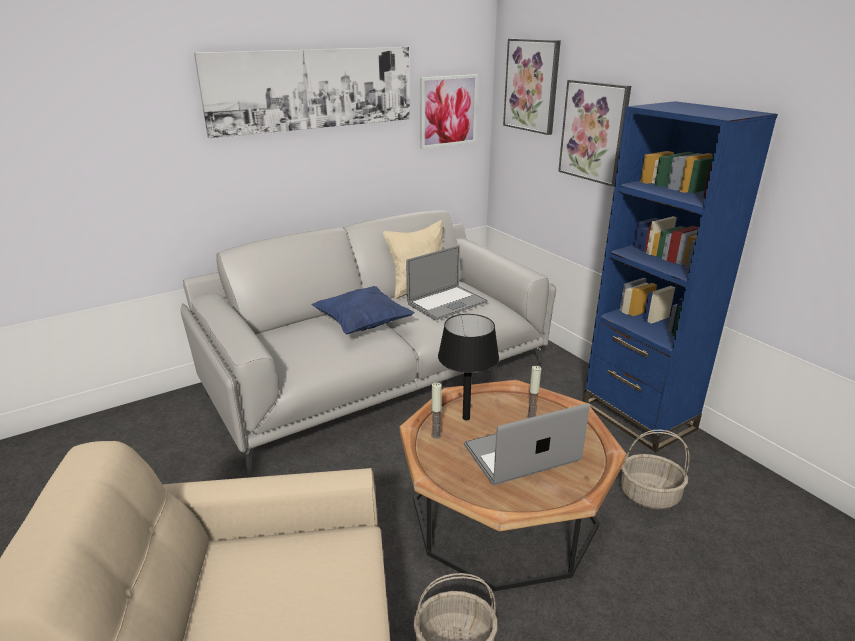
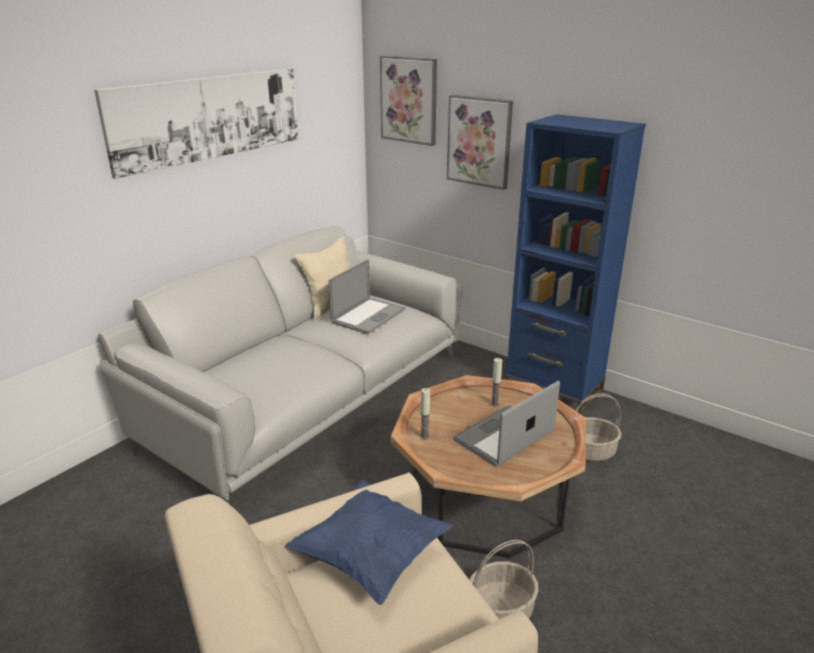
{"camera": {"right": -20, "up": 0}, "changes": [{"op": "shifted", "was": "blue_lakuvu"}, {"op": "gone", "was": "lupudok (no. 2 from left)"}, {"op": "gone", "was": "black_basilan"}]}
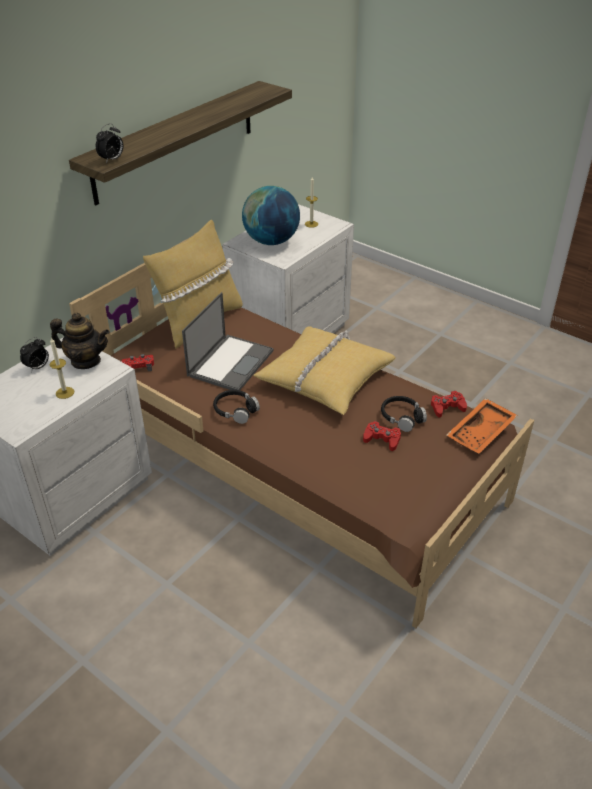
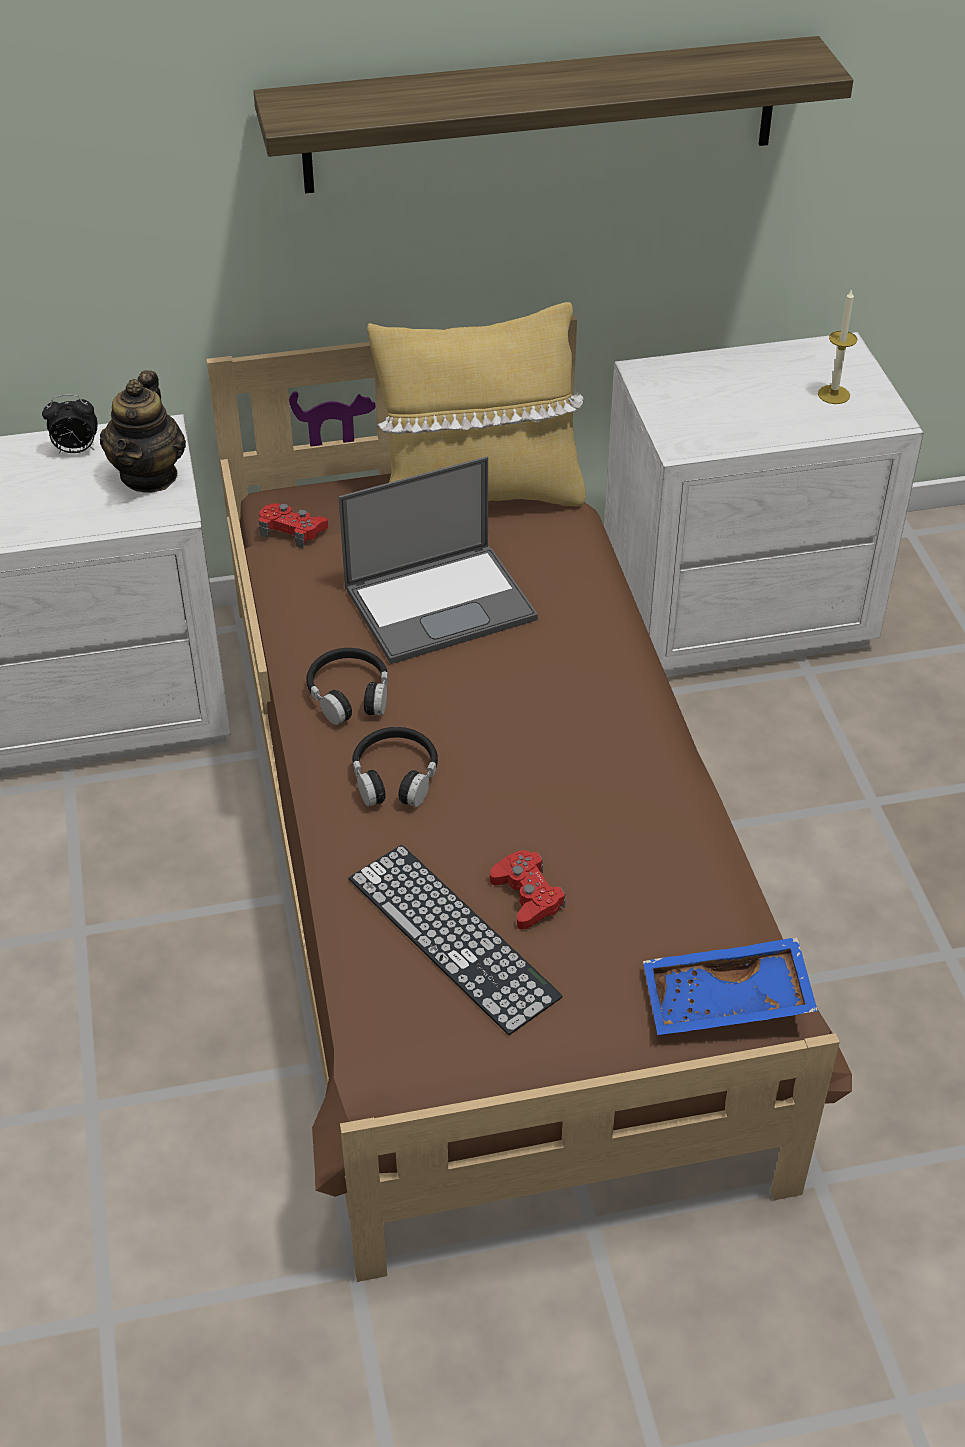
{"camera": {"right": 40, "up": 5}, "changes": [{"op": "rotated", "was": "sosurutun", "clockwise": 45}, {"op": "new", "now": "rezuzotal"}, {"op": "shifted", "was": "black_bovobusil (no. 2 from left)"}, {"op": "repainted", "was": "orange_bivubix", "now": "blue_bivubix"}, {"op": "gone", "was": "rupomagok (no. 1 from left)"}, {"op": "gone", "was": "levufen (no. 2 from left)"}, {"op": "gone", "was": "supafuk"}, {"op": "gone", "was": "yellow_lakuvu (no. 2 from left)"}, {"op": "gone", "was": "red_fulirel (no. 3 from left)"}]}
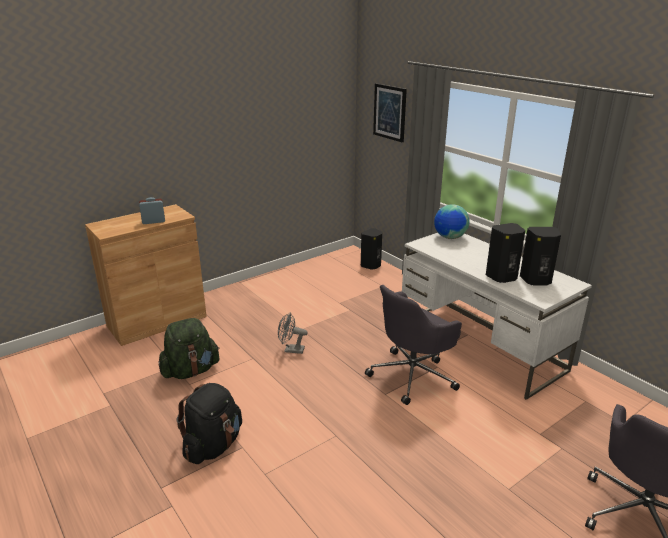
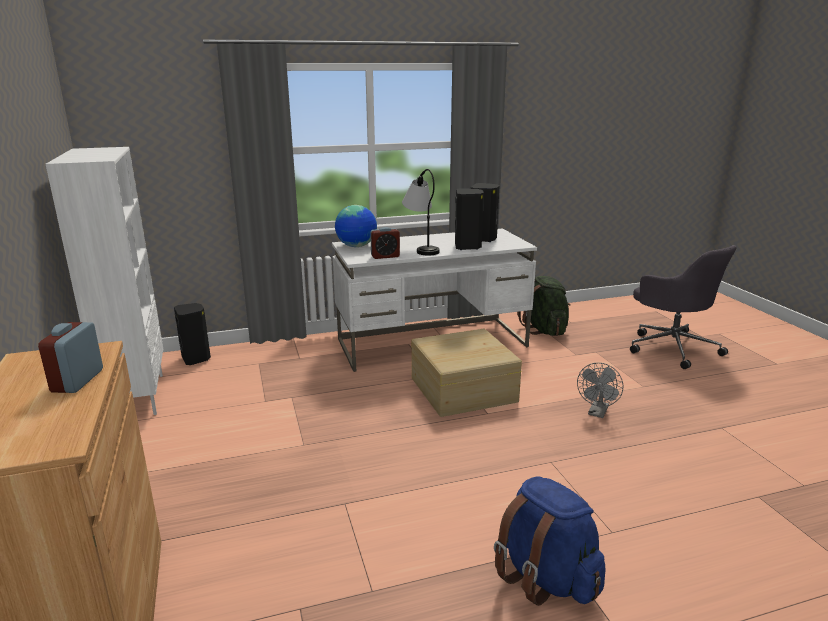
{"camera": {"right": -70, "up": -5}, "changes": [{"op": "new", "now": "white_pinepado"}, {"op": "new", "now": "levufen (no. 2 from left)"}, {"op": "new", "now": "basilan"}, {"op": "swapped", "was": "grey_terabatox (no. 1 from left)", "now": "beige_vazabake"}, {"op": "repainted", "was": "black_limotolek", "now": "blue_limotolek"}, {"op": "shifted", "was": "green_limotolek"}, {"op": "shifted", "was": "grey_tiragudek"}, {"op": "gone", "was": "lupudok"}]}
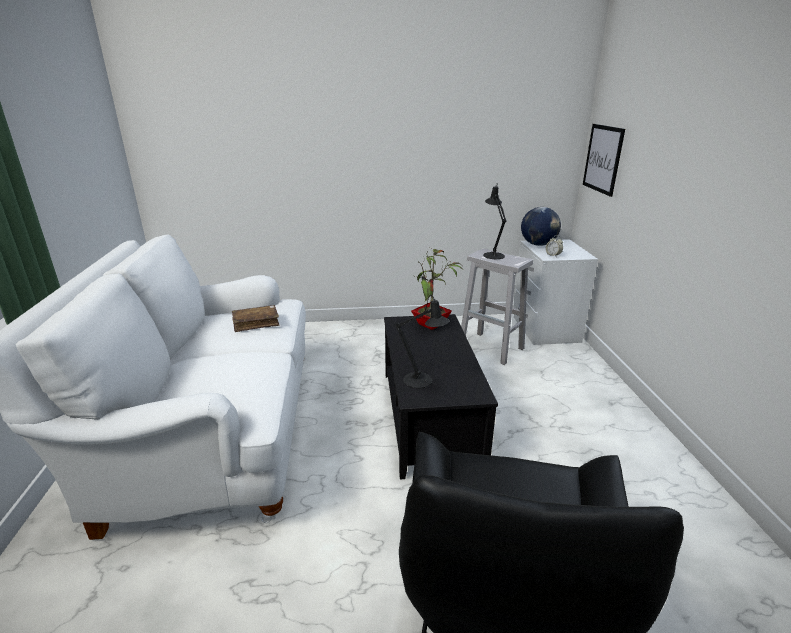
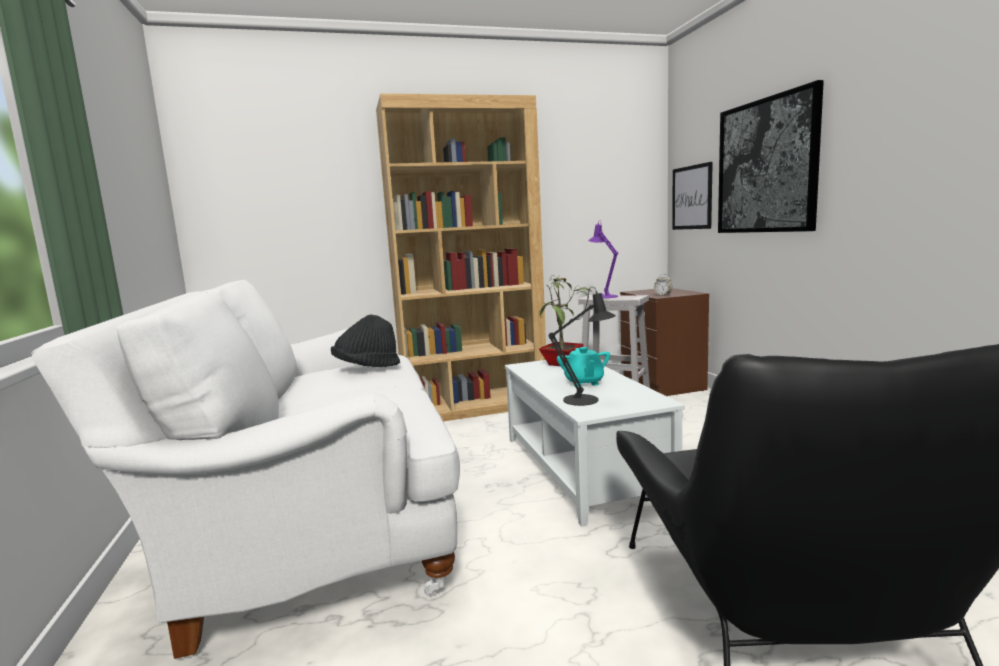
{"camera": {"right": -10, "up": -15}, "changes": [{"op": "swapped", "was": "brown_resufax", "now": "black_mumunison"}, {"op": "new", "now": "brown_pinepado"}, {"op": "repainted", "was": "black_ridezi", "now": "white_ridezi"}, {"op": "new", "now": "turquoise_sosurutun"}, {"op": "repainted", "was": "black_basilan (no. 2 from left)", "now": "purple_basilan"}, {"op": "repainted", "was": "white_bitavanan", "now": "brown_bitavanan"}, {"op": "new", "now": "lupudok (no. 2 from left)"}, {"op": "gone", "was": "supafuk"}]}
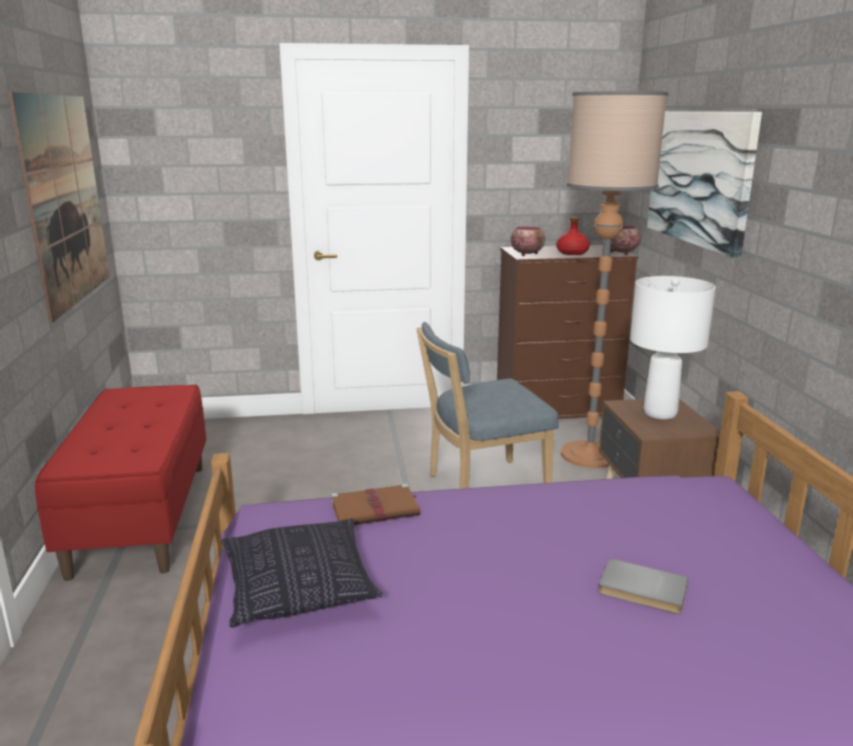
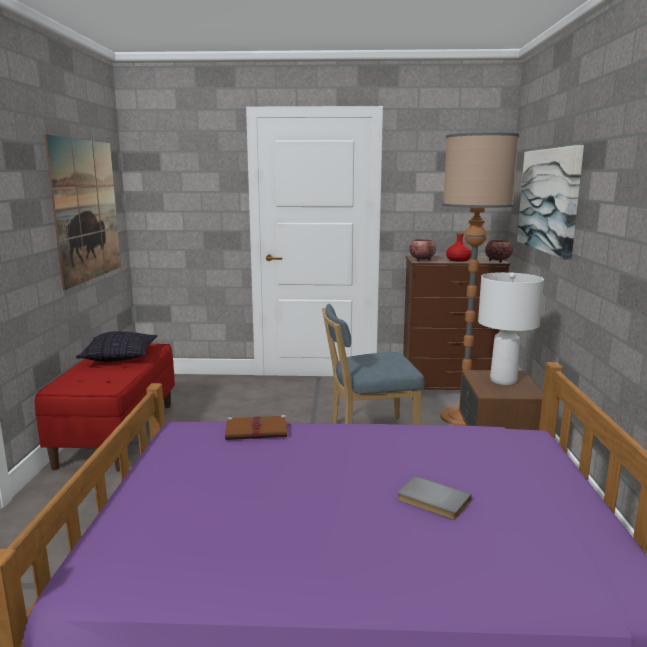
{"camera": {"right": 10, "up": -5}, "changes": [{"op": "shifted", "was": "lakuvu"}]}
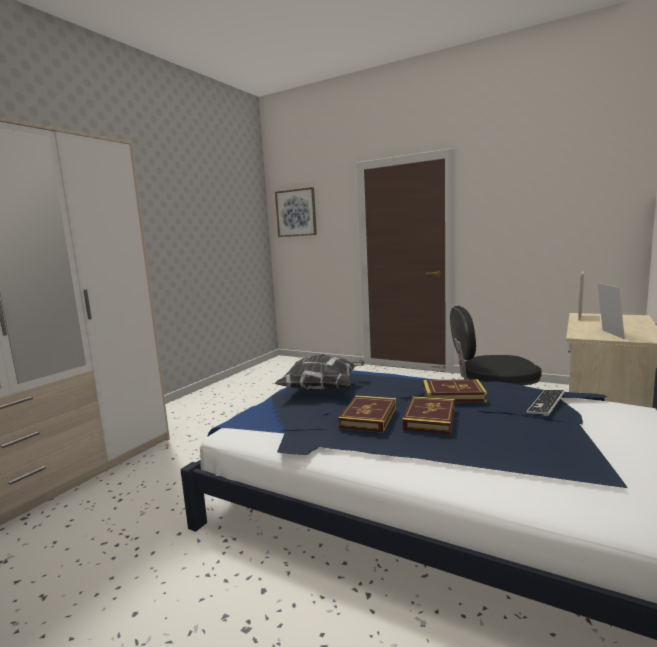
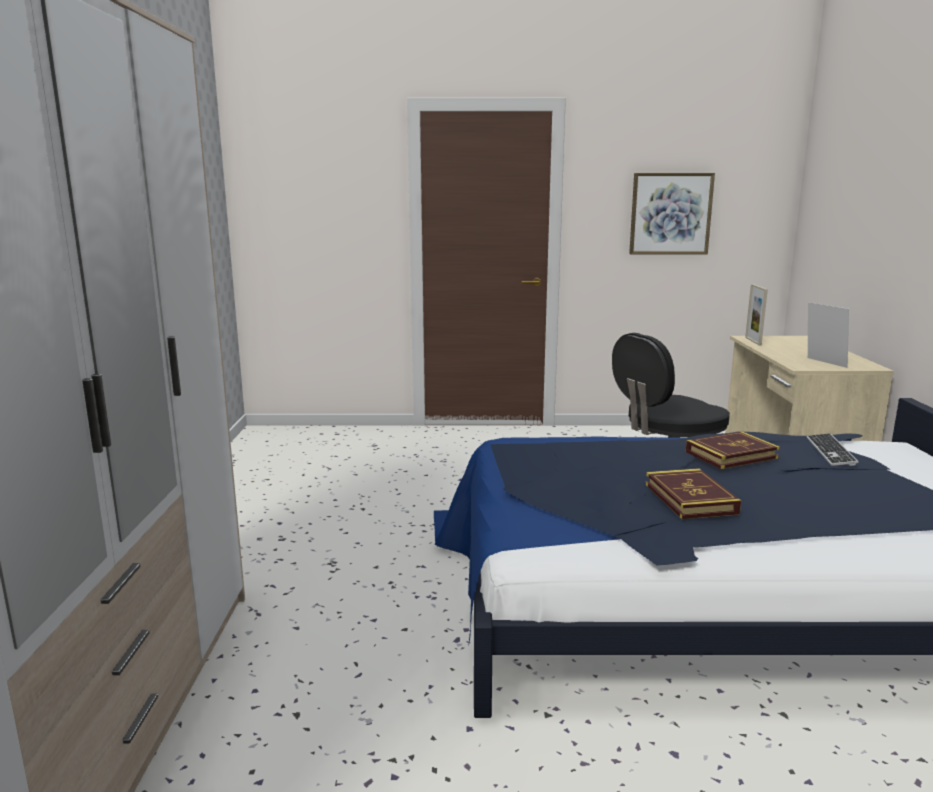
{"camera": {"right": -30, "up": 5}, "changes": [{"op": "shifted", "was": "lupudok"}, {"op": "gone", "was": "lakuvu"}, {"op": "gone", "was": "resufax (no. 2 from left)"}]}
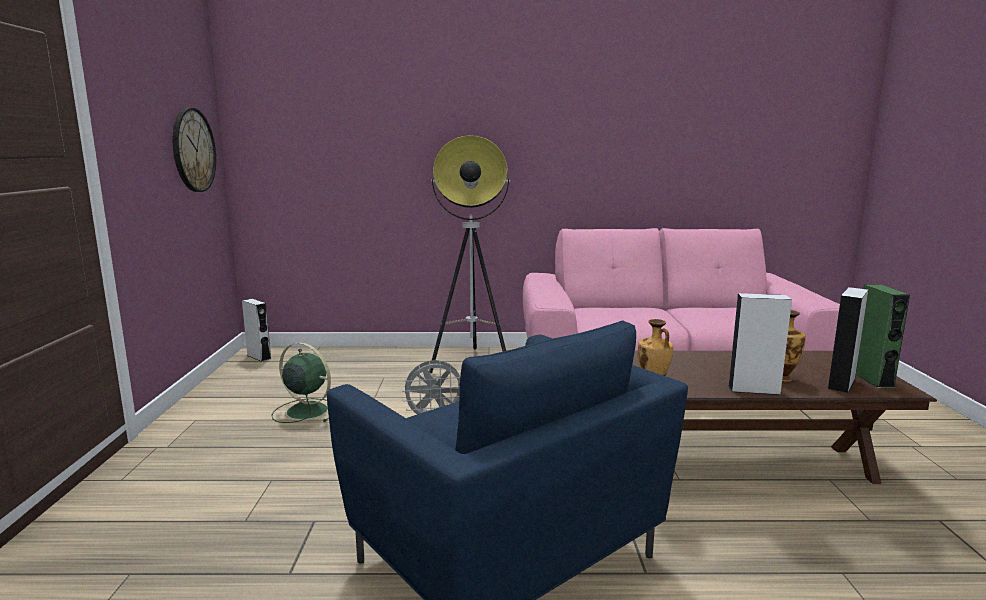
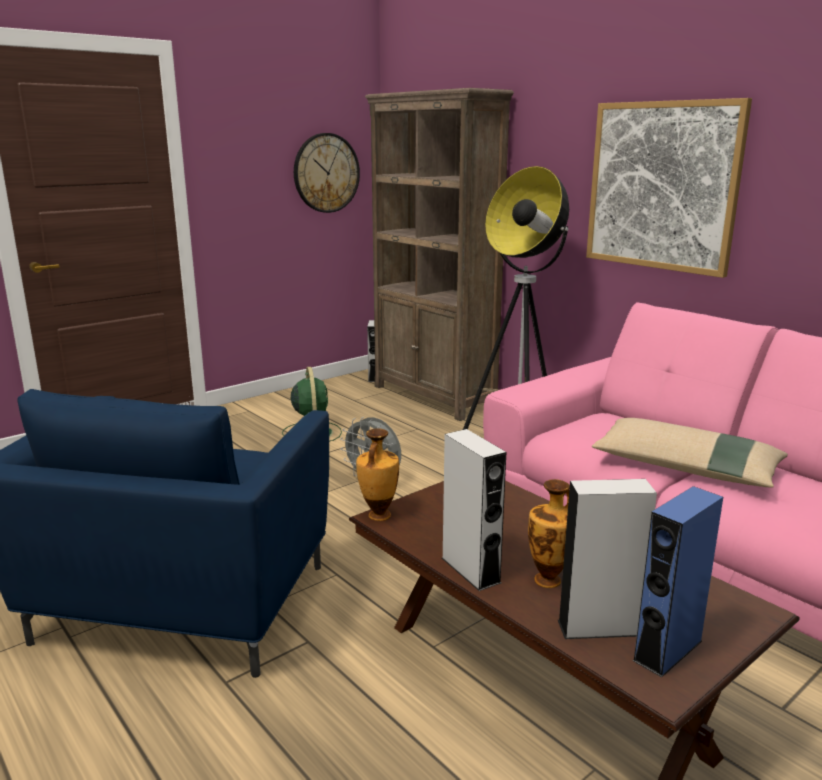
{"camera": {"right": 50, "up": 5}, "changes": [{"op": "new", "now": "brown_pinepado"}, {"op": "new", "now": "lupudok"}, {"op": "new", "now": "beige_lakuvu"}, {"op": "repainted", "was": "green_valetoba", "now": "blue_valetoba"}]}
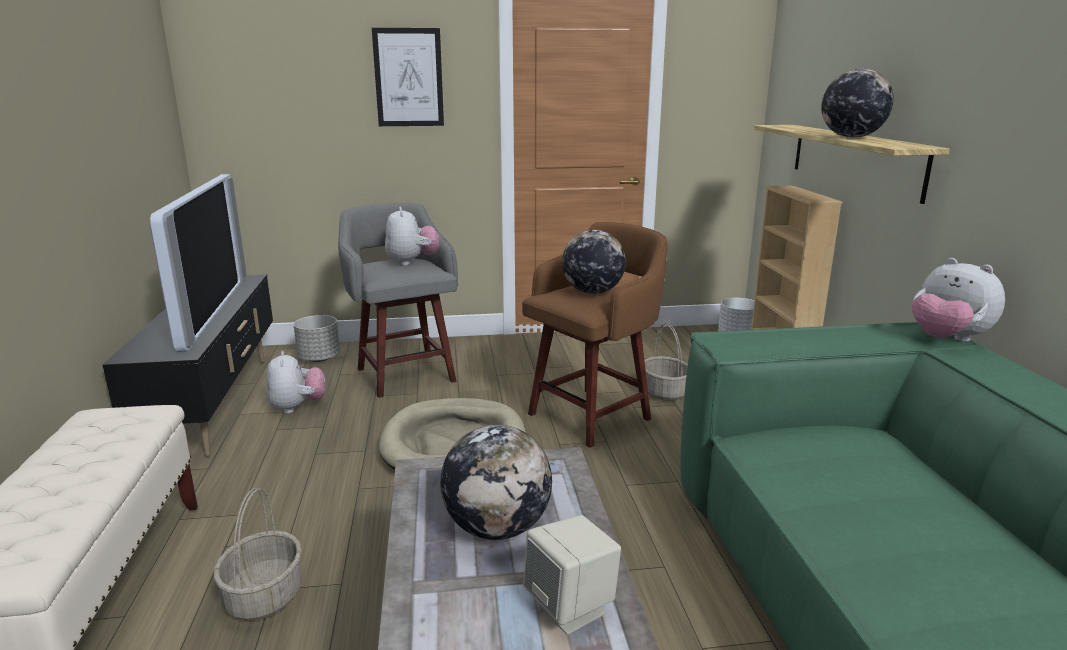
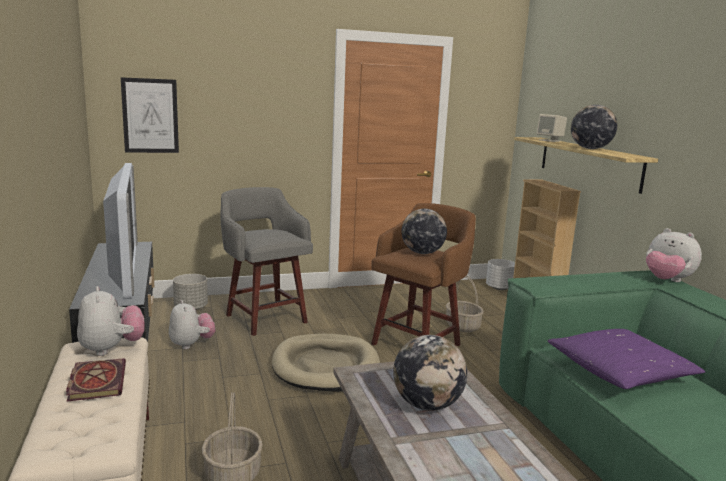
{"camera": {"right": -10, "up": -5}, "changes": [{"op": "new", "now": "resufax"}, {"op": "shifted", "was": "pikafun (no. 2 from left in the first image)", "now": "pikafun (no. 1 from left)"}, {"op": "shifted", "was": "lupudok"}, {"op": "shifted", "was": "beige_valetoba"}, {"op": "new", "now": "purple_lakuvu"}]}
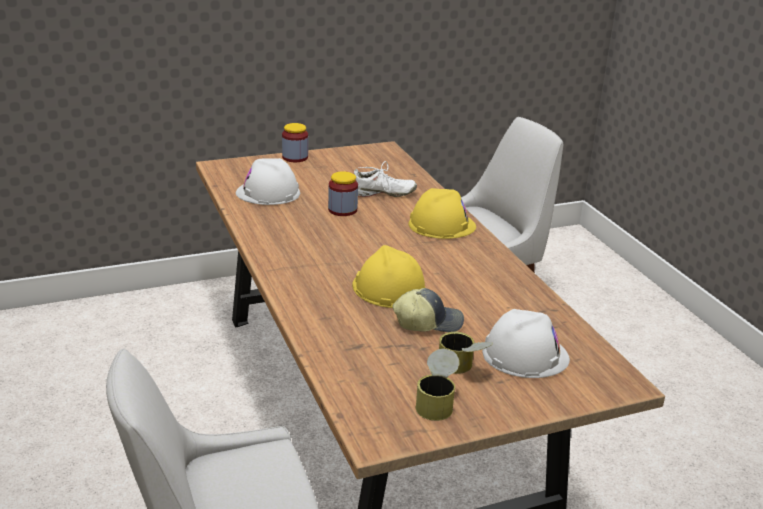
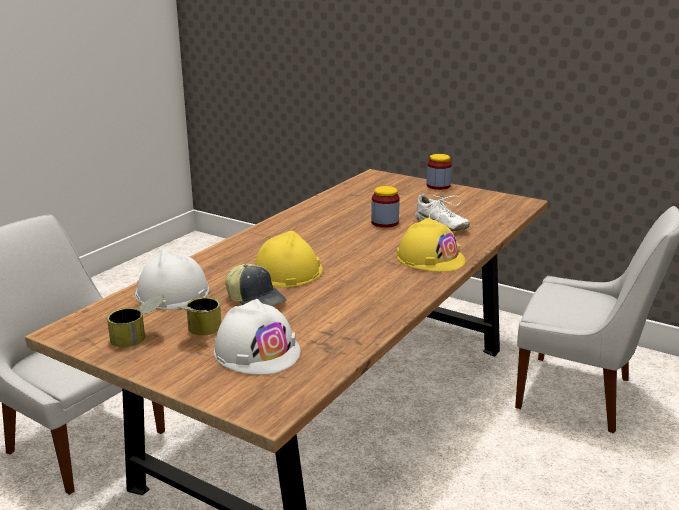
{"camera": {"right": 55, "up": -5}, "changes": [{"op": "shifted", "was": "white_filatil (no. 1 from left)"}]}
